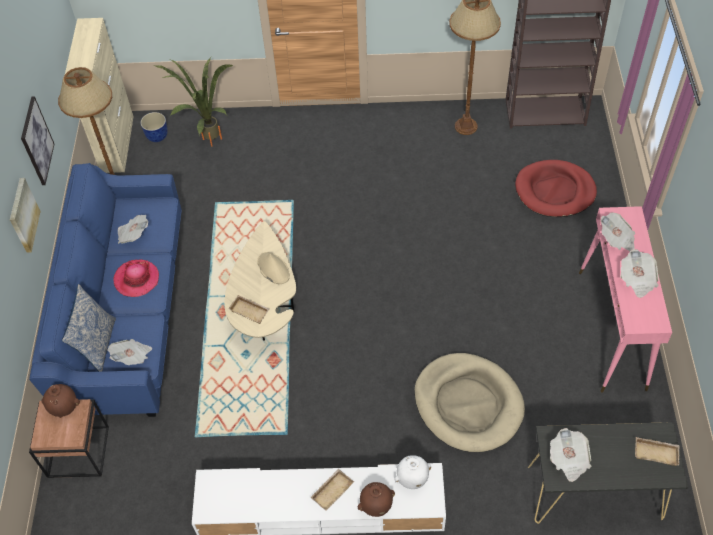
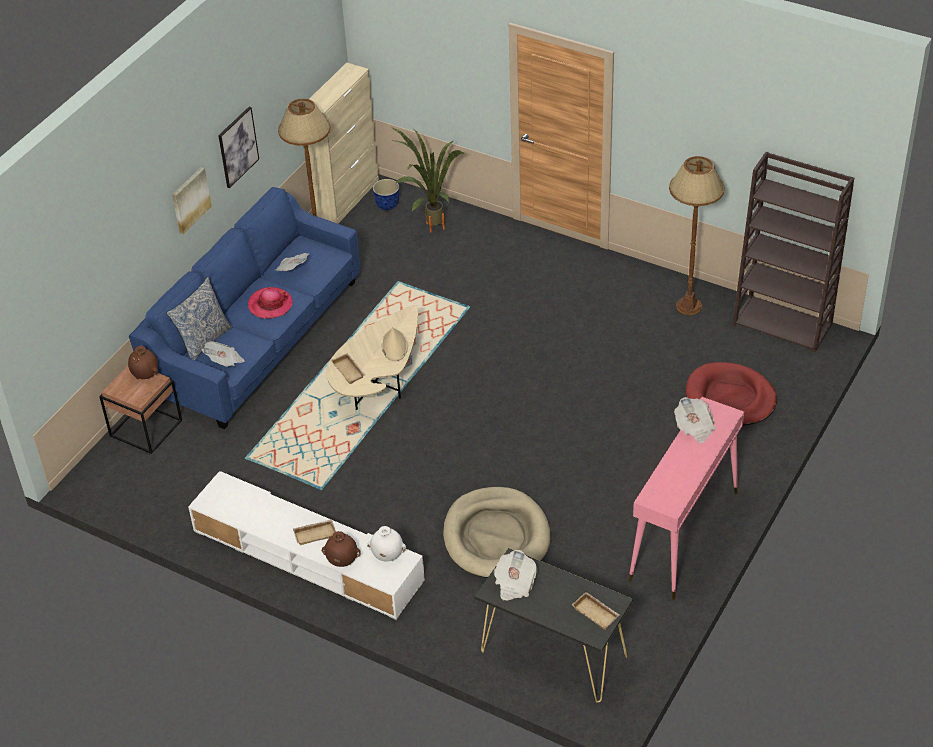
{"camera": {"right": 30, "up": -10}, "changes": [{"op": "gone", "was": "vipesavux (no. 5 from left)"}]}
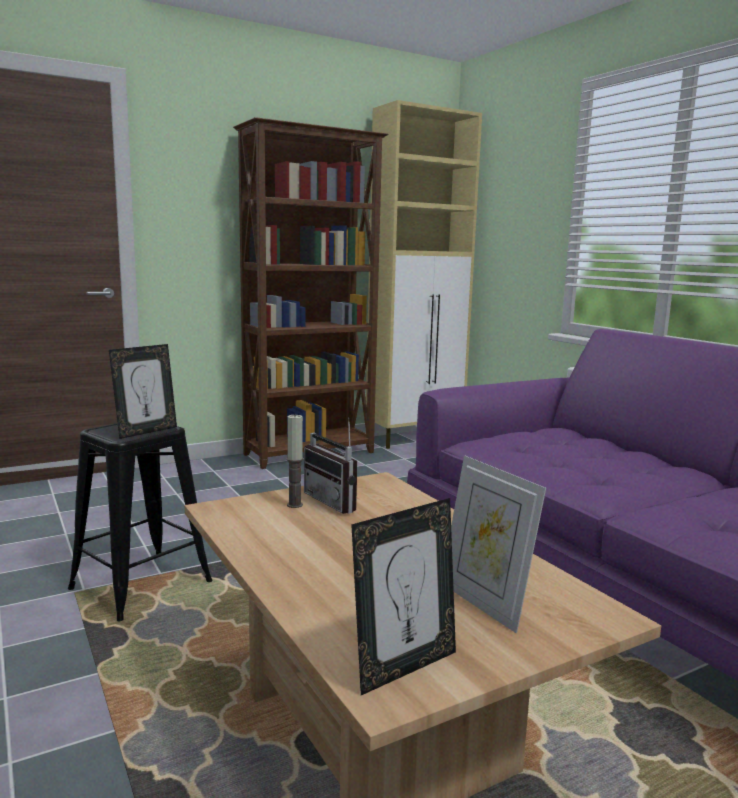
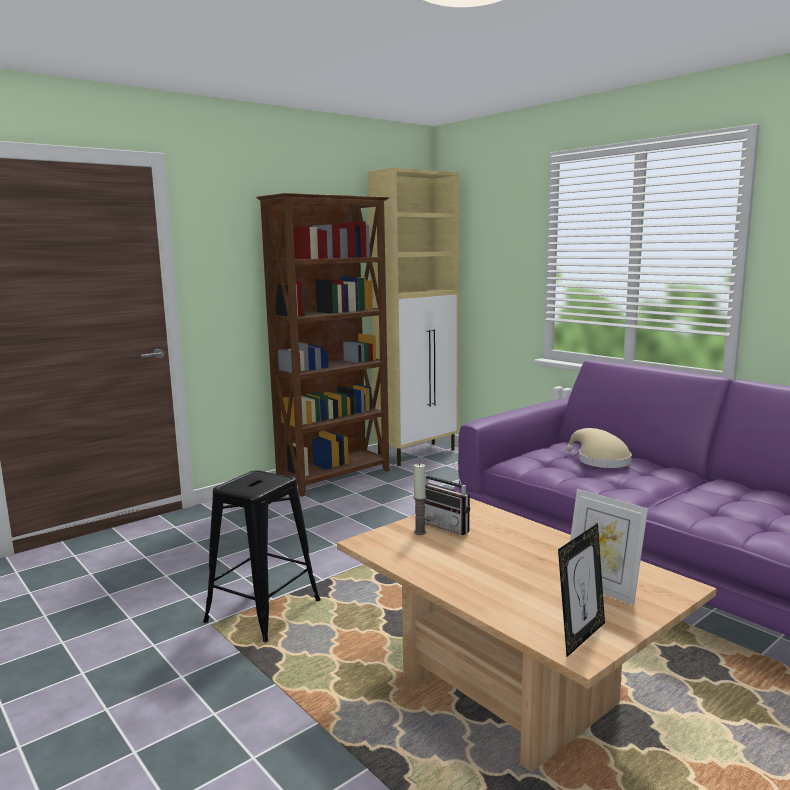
{"camera": {"right": -10, "up": 0}, "changes": [{"op": "new", "now": "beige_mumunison"}, {"op": "gone", "was": "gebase (no. 1 from left)"}]}
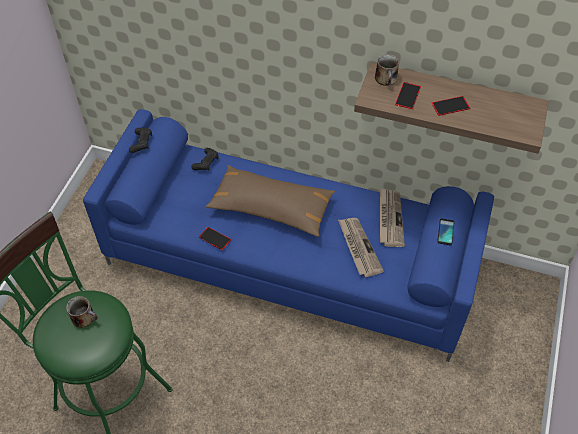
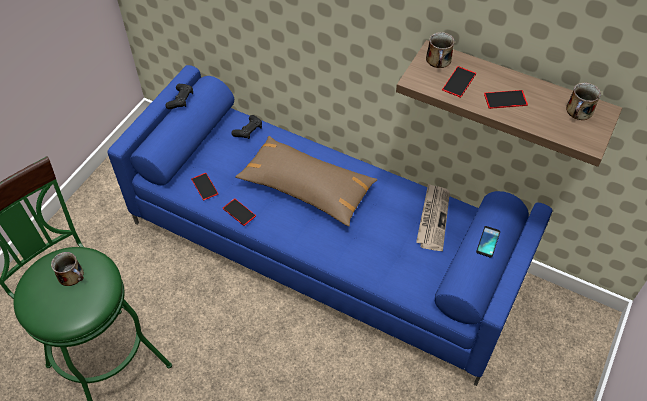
{"camera": {"right": 10, "up": 0}, "changes": [{"op": "new", "now": "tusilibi (no. 1 from left)"}, {"op": "new", "now": "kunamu (no. 3 from left)"}, {"op": "gone", "was": "vipesavux (no. 1 from left)"}]}
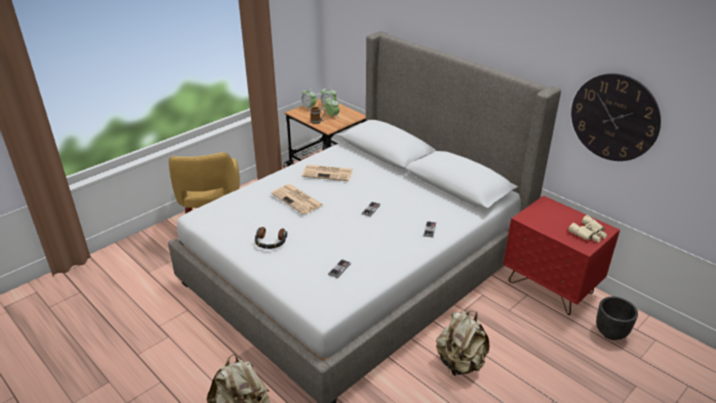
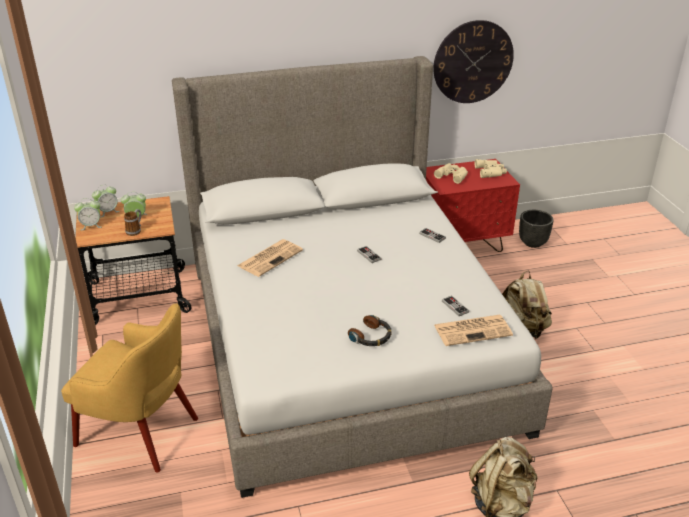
{"camera": {"right": -60, "up": 0}, "changes": [{"op": "new", "now": "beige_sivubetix (no. 1 from left)"}, {"op": "shifted", "was": "vipesavux (no. 1 from left in the first image)", "now": "vipesavux (no. 2 from left)"}]}
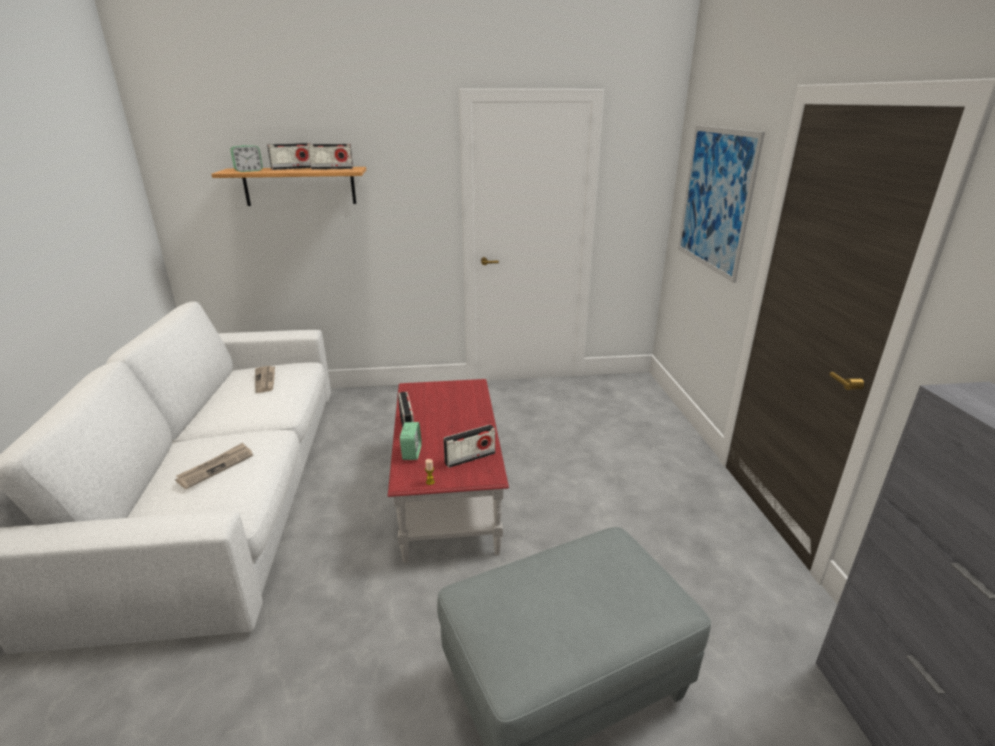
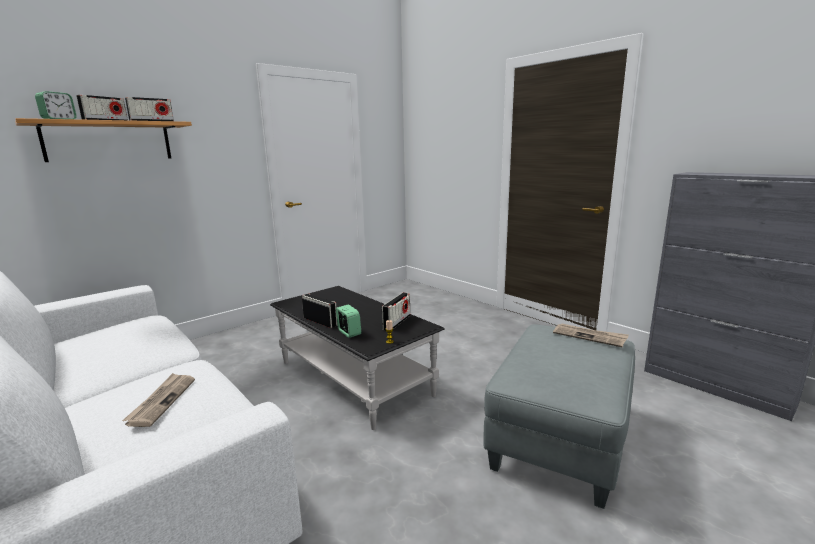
{"camera": {"right": -35, "up": -10}, "changes": [{"op": "repainted", "was": "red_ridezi", "now": "black_ridezi"}, {"op": "shifted", "was": "vipesavux (no. 2 from left)"}, {"op": "gone", "was": "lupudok"}]}
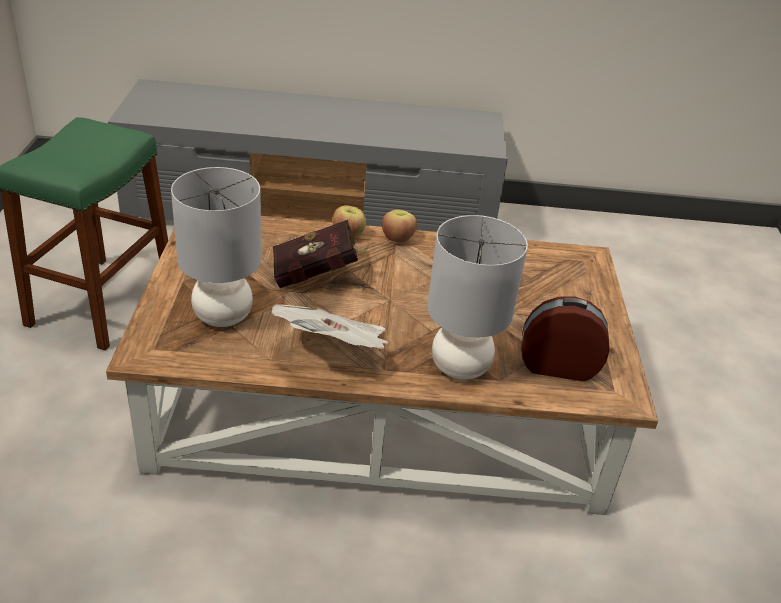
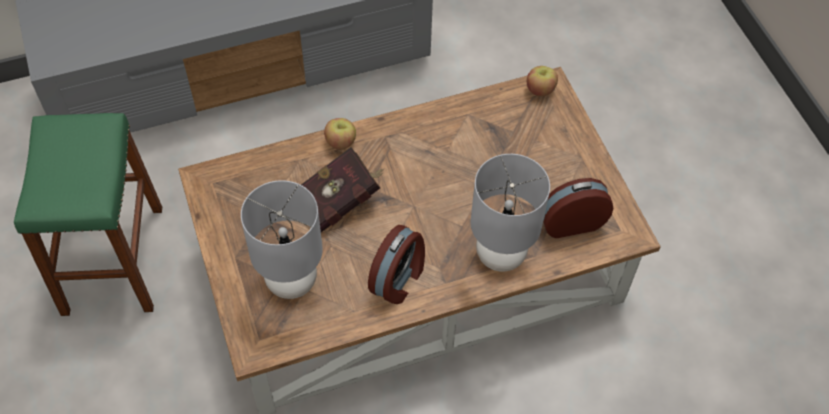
{"camera": {"right": -20, "up": 20}, "changes": [{"op": "swapped", "was": "vipesavux", "now": "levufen (no. 1 from left)"}, {"op": "shifted", "was": "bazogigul (no. 2 from left)"}]}
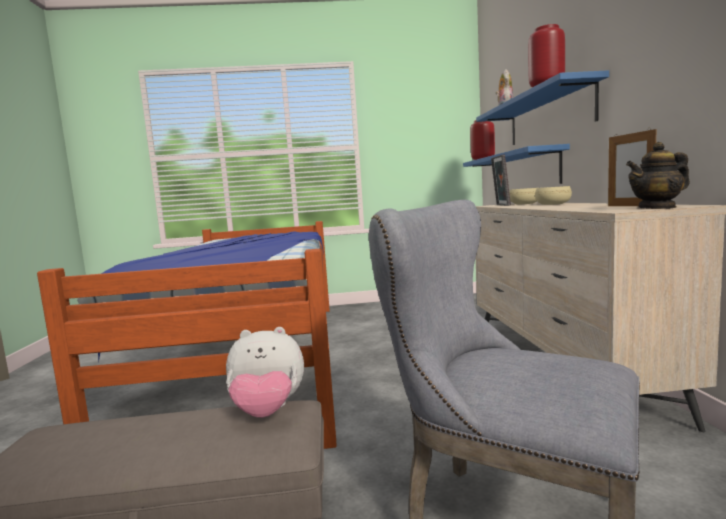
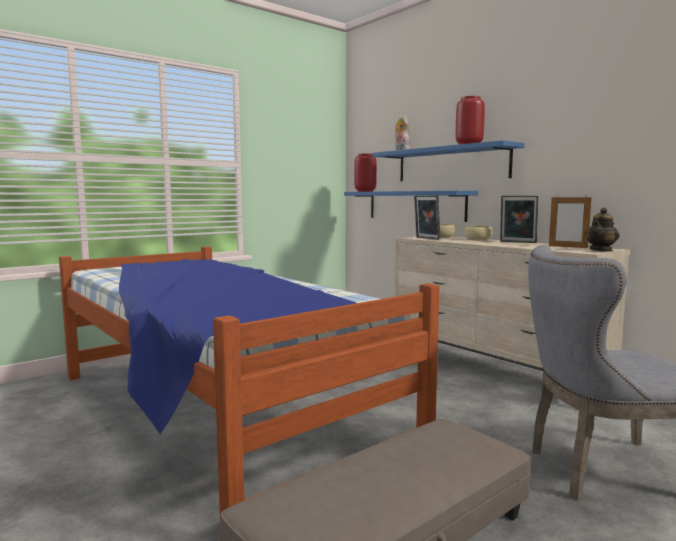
{"camera": {"right": -35, "up": 0}, "changes": [{"op": "new", "now": "gebase (no. 2 from left)"}, {"op": "gone", "was": "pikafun (no. 1 from left)"}]}
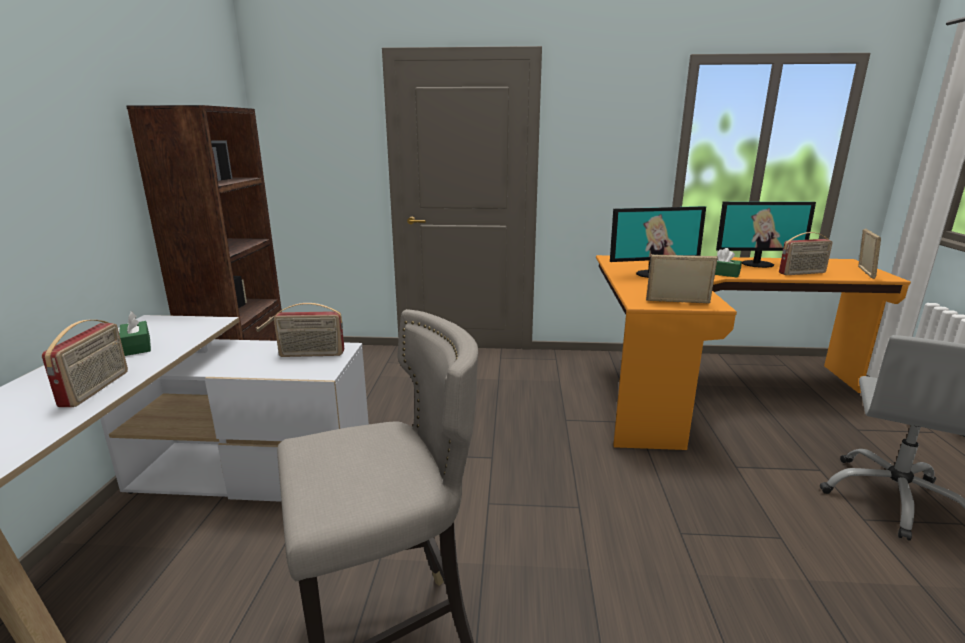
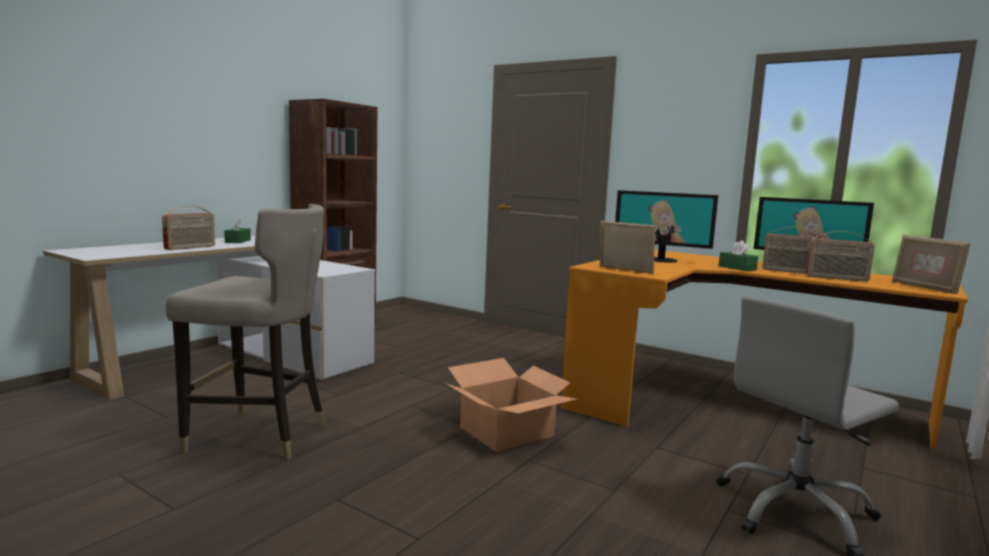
{"camera": {"right": 30, "up": -10}, "changes": [{"op": "new", "now": "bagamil"}, {"op": "shifted", "was": "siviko (no. 2 from left)"}, {"op": "rotated", "was": "gebase (no. 2 from left)", "clockwise": 105}]}
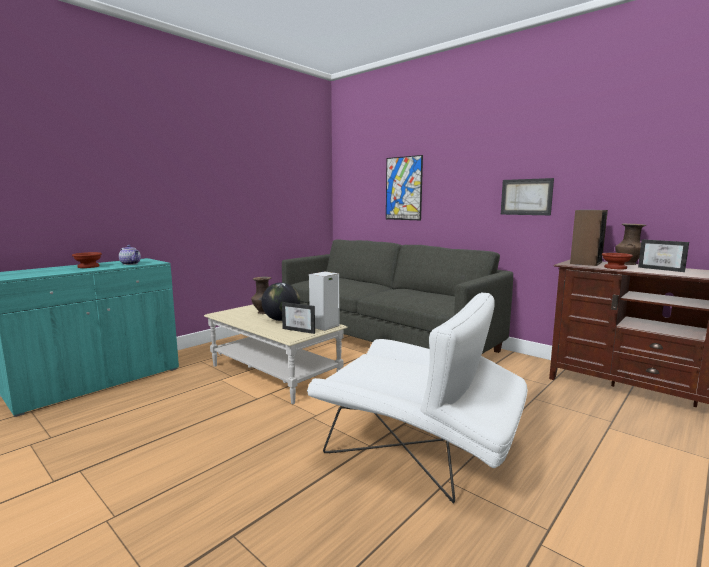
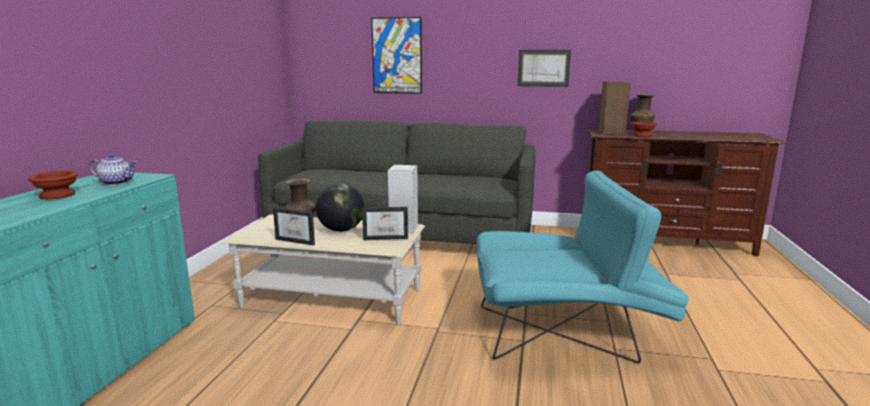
{"camera": {"right": -30, "up": 5}, "changes": [{"op": "shifted", "was": "gebase (no. 2 from left in the first image)", "now": "gebase (no. 1 from left)"}, {"op": "repainted", "was": "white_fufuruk", "now": "turquoise_fufuruk"}]}
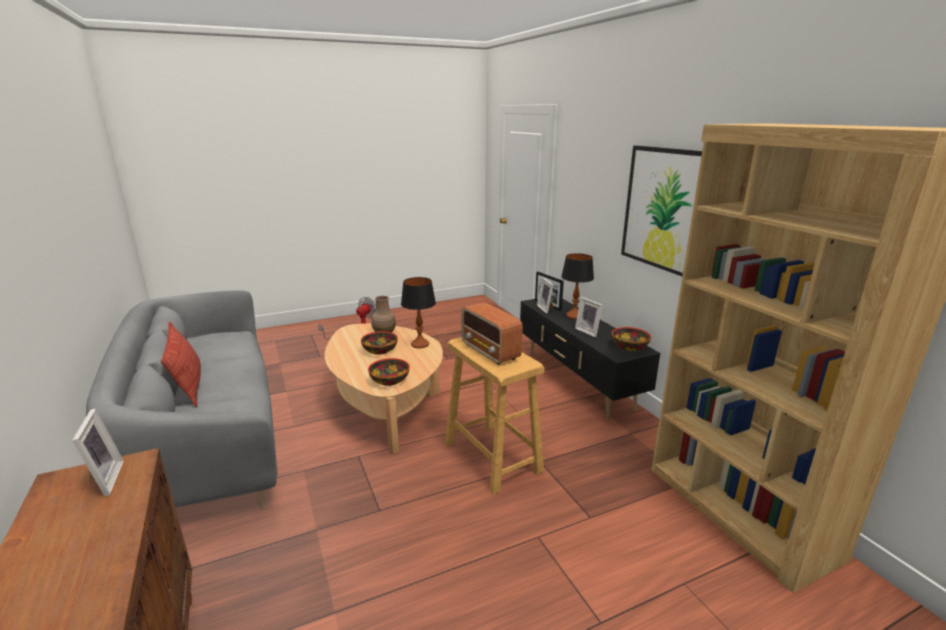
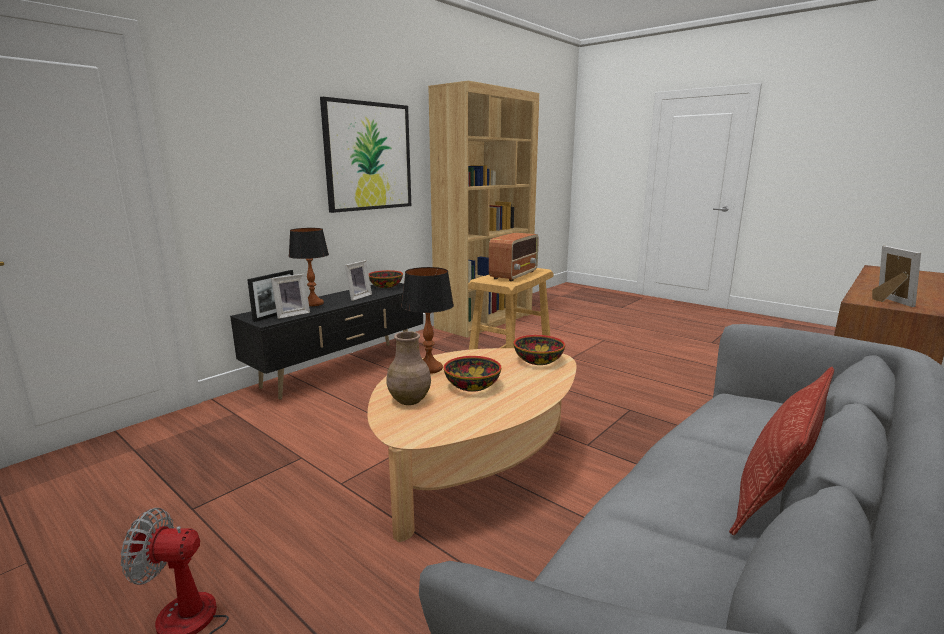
{"camera": {"right": -115, "up": -5}, "changes": [{"op": "rotated", "was": "gebase (no. 1 from left in the first image)", "clockwise": 135}]}
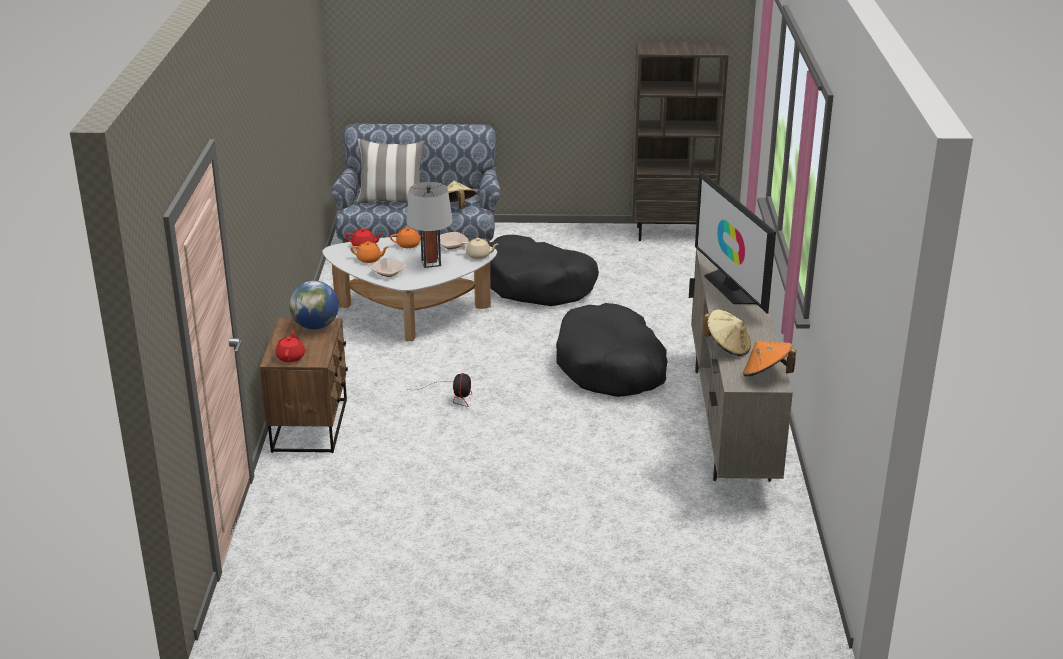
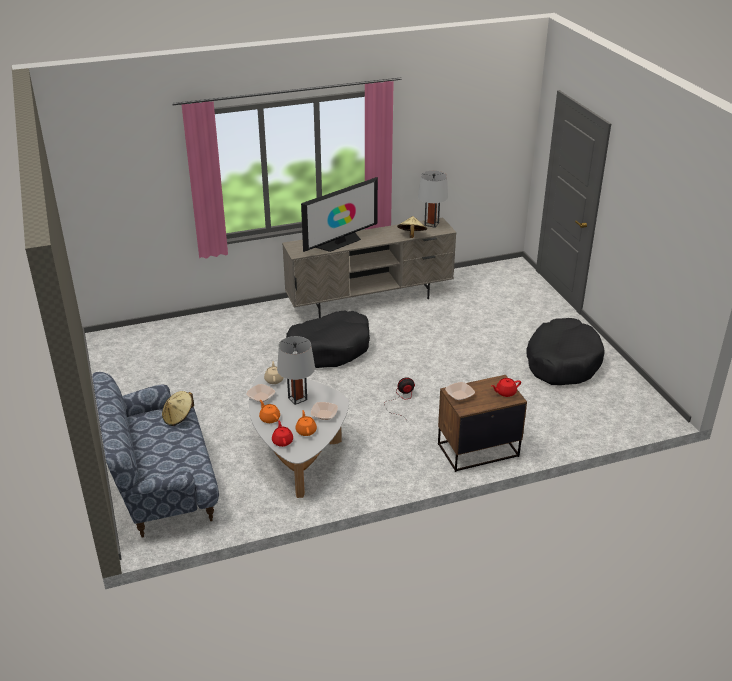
{"camera": {"right": -110, "up": 5}, "changes": [{"op": "swapped", "was": "orange_mumunison", "now": "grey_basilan (no. 2 from left)"}, {"op": "swapped", "was": "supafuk", "now": "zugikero (no. 3 from left)"}, {"op": "shifted", "was": "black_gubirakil (no. 1 from left in the first image)", "now": "black_gubirakil (no. 2 from left)"}, {"op": "gone", "was": "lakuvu"}, {"op": "gone", "was": "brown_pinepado"}]}
